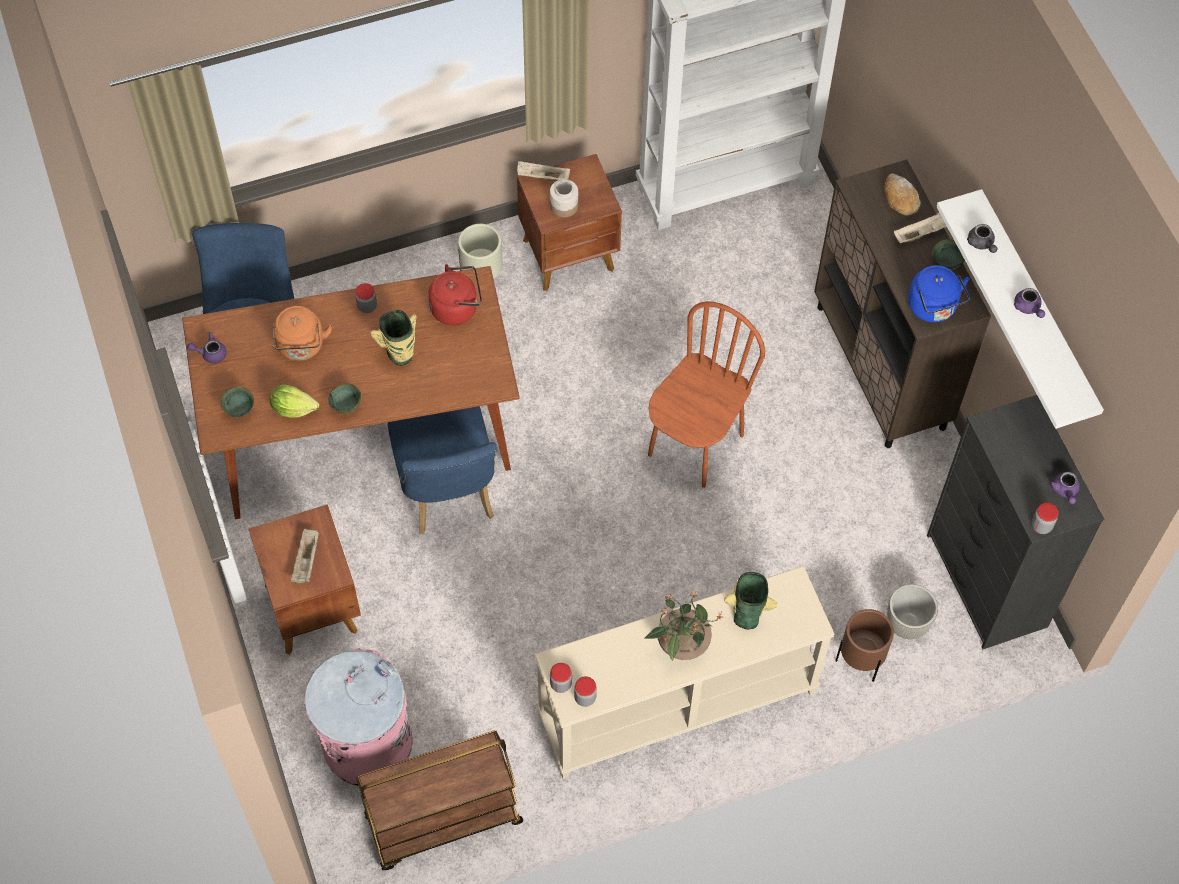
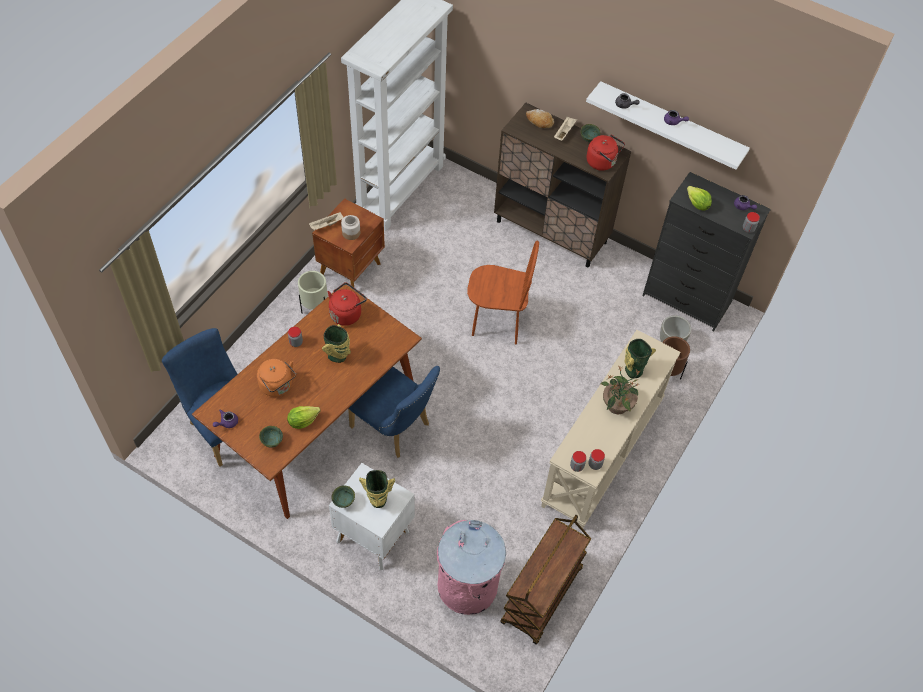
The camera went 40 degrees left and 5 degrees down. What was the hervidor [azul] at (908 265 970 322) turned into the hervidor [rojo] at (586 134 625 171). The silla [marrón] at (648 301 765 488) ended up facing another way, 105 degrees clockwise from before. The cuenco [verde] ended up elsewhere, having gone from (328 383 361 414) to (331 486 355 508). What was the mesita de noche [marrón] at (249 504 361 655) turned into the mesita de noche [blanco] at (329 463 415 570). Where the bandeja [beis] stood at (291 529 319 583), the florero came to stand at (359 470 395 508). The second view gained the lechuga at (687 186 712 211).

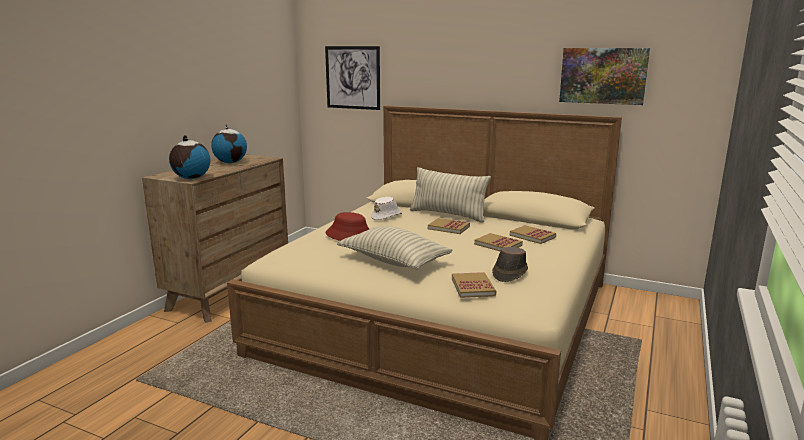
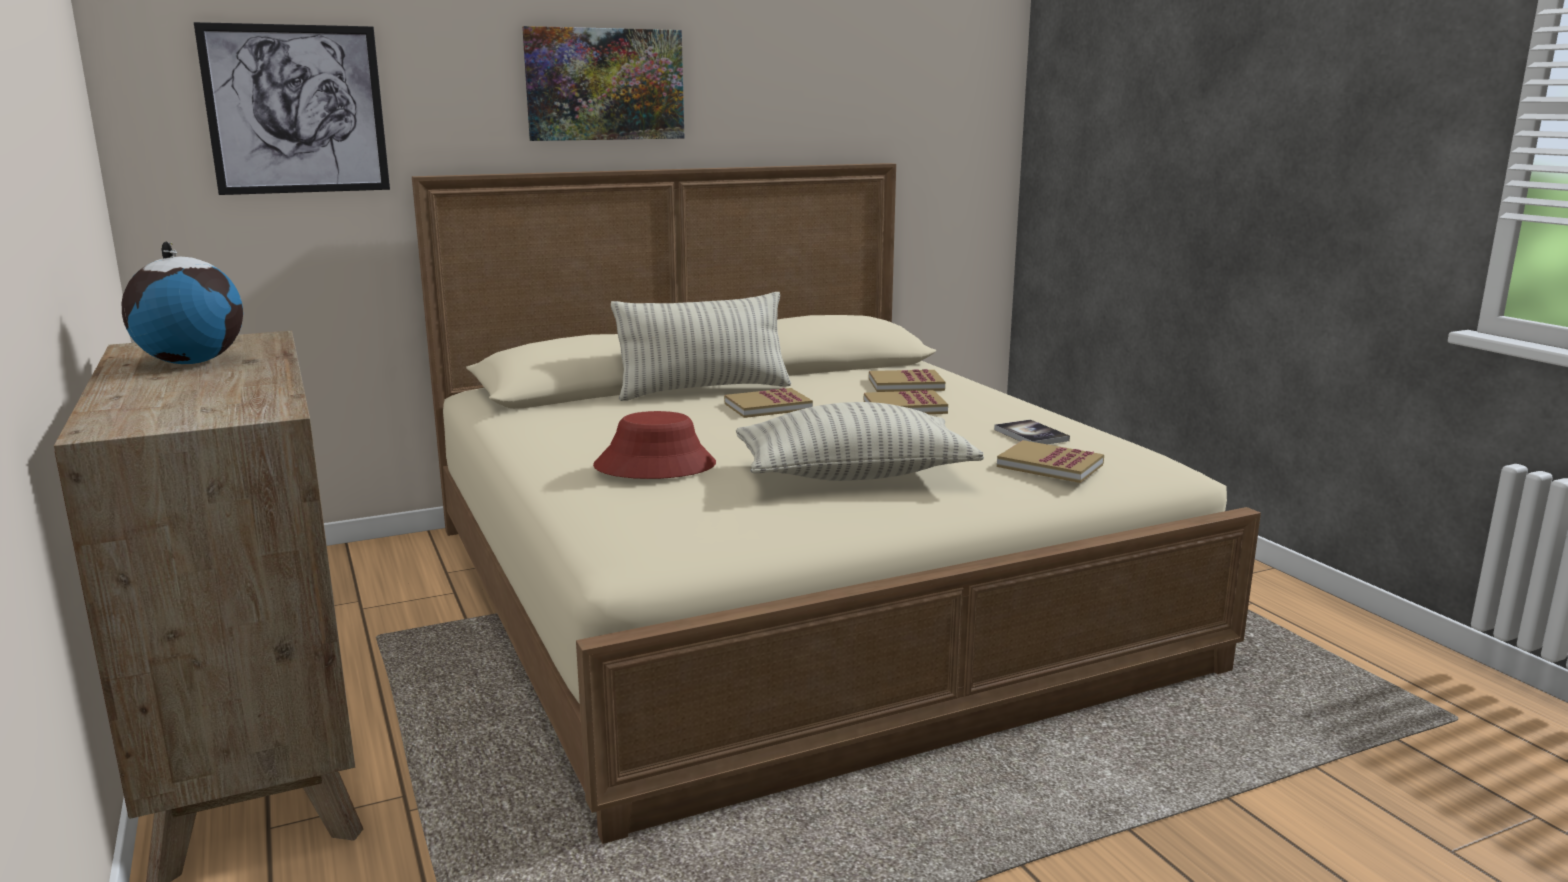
The camera went 50 degrees left and 0 degrees up. The cuadro ended up elsewhere, having gone from (559 48 650 105) to (522 26 684 141). The second view lost the globo terráqueo at (169 135 211 179). The second view lost the sombrero [blanco] at (371 197 402 220). Where the sombrero [marrón] stood at (492 247 528 282), the libro came to stand at (994 420 1070 444).

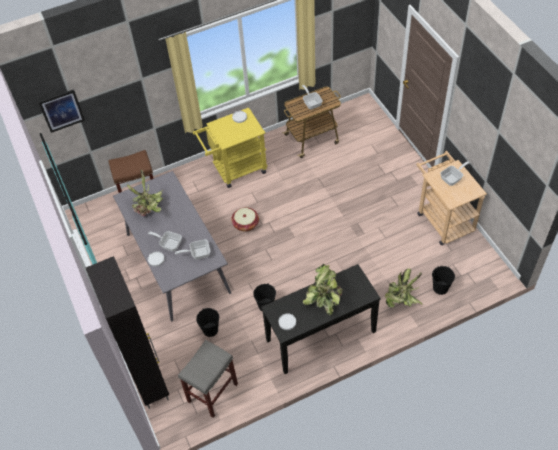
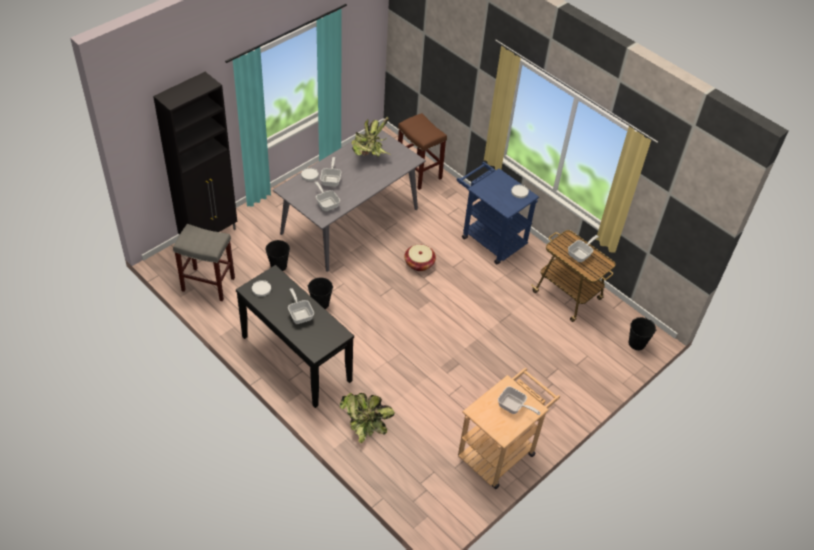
The camera went 65 degrees right and 5 degrees down. The second view lost the cuadro at (38 89 85 133). What was the carrito [amarillo] at (193 108 268 188) turned into the carrito [azul] at (457 162 539 264). Where the planta en maceta stood at (303 263 343 315), the sartén came to stand at (288 288 314 324). The cubo [negro] ended up elsewhere, having gone from (432 266 455 295) to (628 317 656 350).

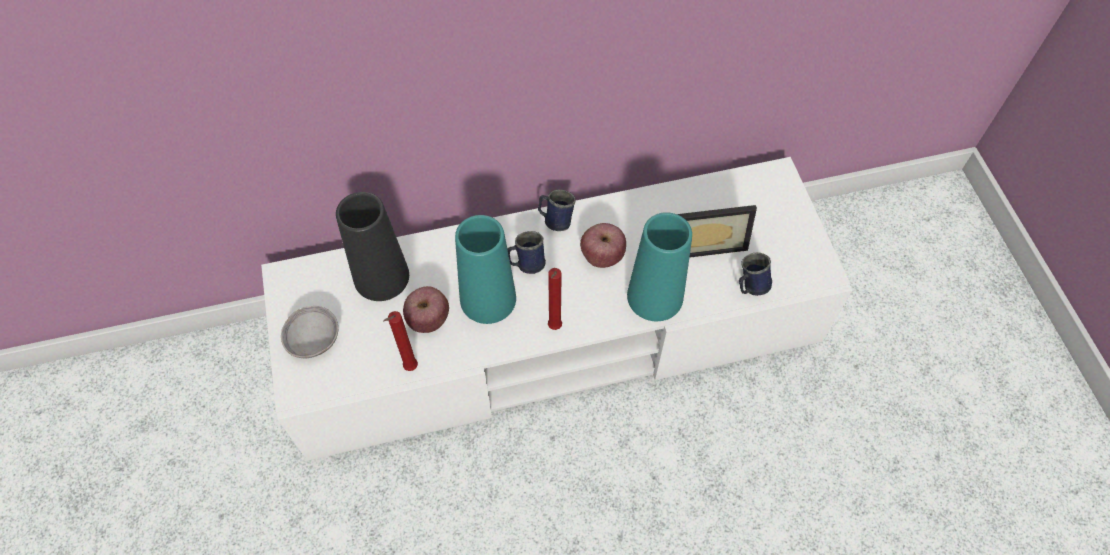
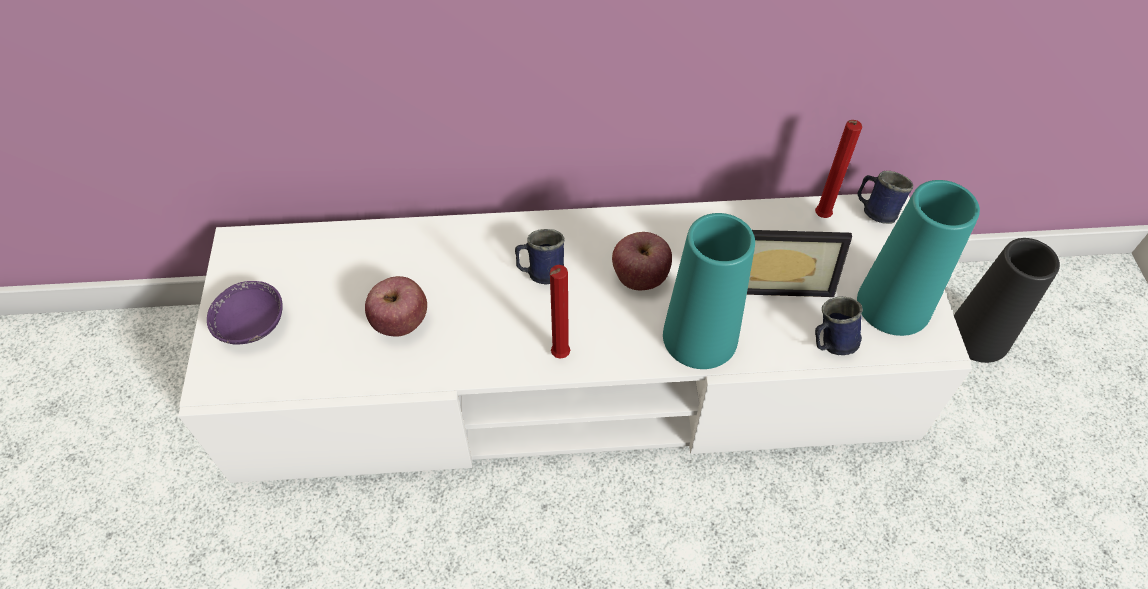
The camera went 10 degrees right and 5 degrees down. The taza grande [azul] ended up elsewhere, having gone from (538 189 576 231) to (857 171 913 224). The florero [negro] ended up elsewhere, having gone from (336 192 409 301) to (954 238 1060 363). The florero [turquesa] ended up elsewhere, having gone from (455 215 516 324) to (857 180 980 336). What was the cuenco [gris] at (281 306 338 358) turned into the cuenco [morado] at (207 281 283 344). The vela [rojo] ended up elsewhere, having gone from (383 311 418 371) to (815 120 862 218).

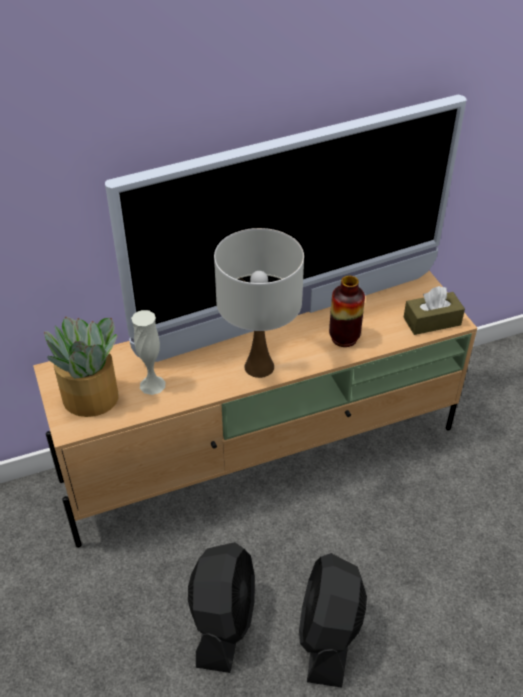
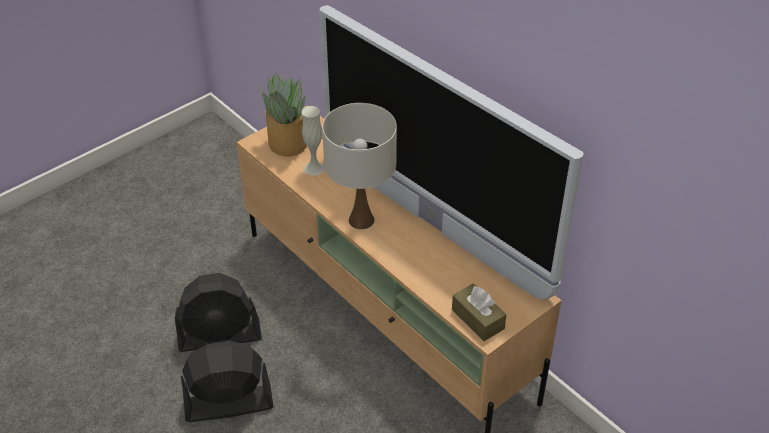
The camera went 70 degrees right and 0 degrees up. The second view lost the florero at (329 276 365 347).

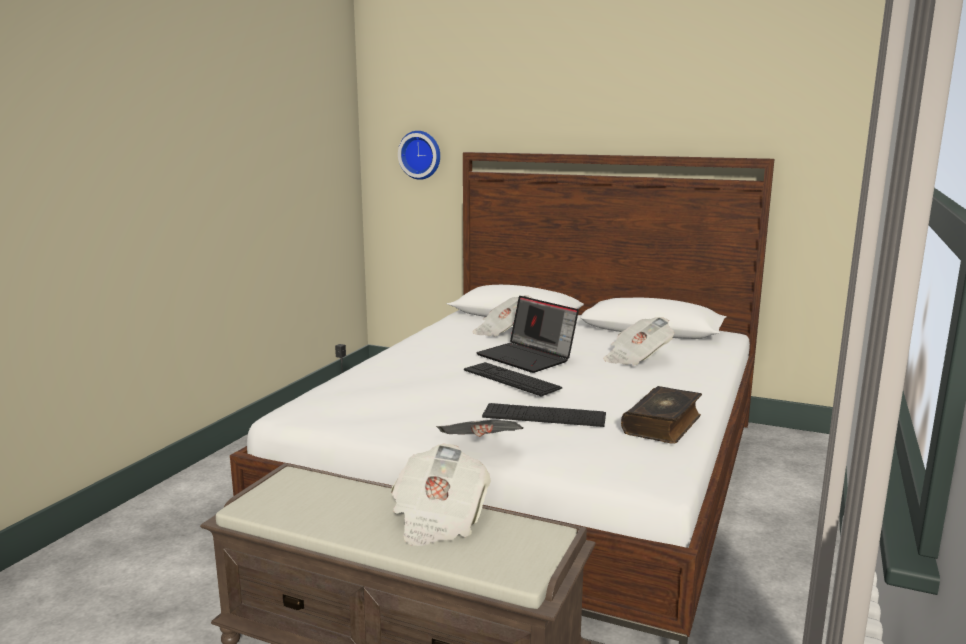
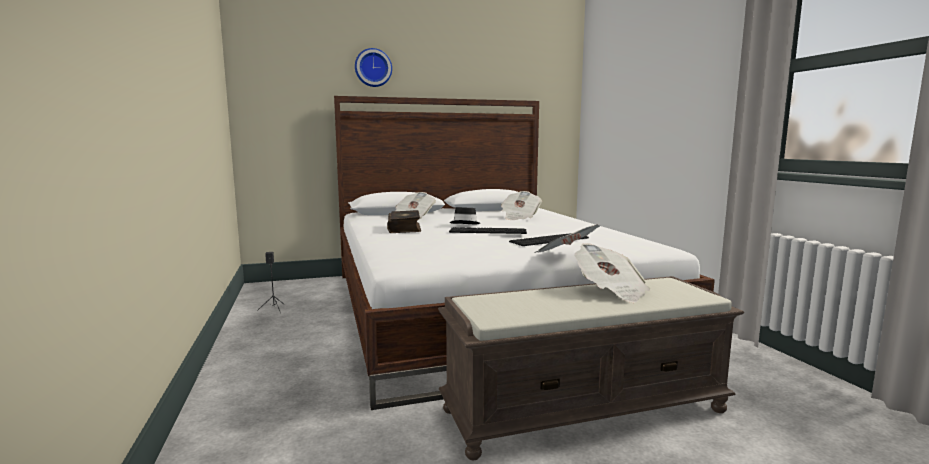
The camera went 40 degrees left and 5 degrees down. The reloj de pared ended up elsewhere, having gone from (398 131 440 180) to (355 48 392 87). Where the portátil stood at (476 296 579 373), the sombrero [negro] came to stand at (450 207 480 224). The libro ended up elsewhere, having gone from (621 386 702 444) to (387 210 421 233).

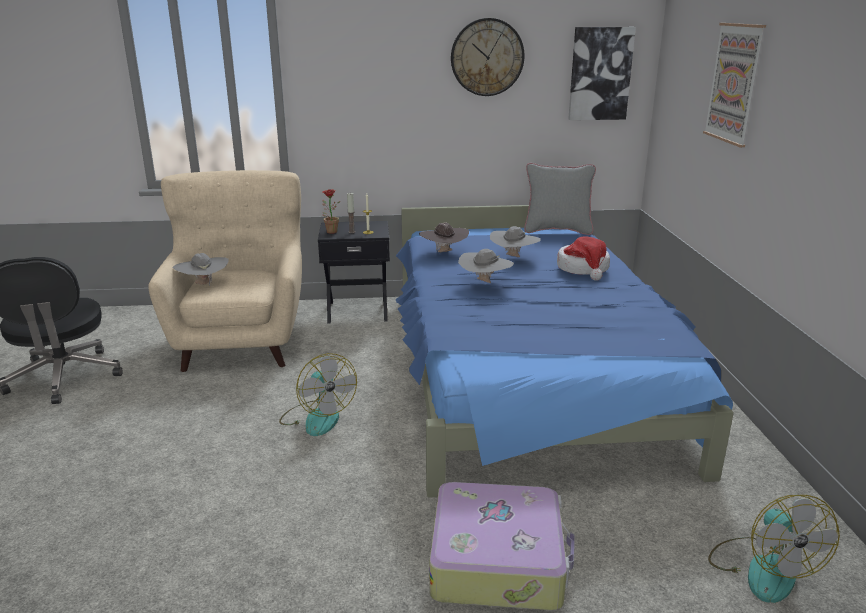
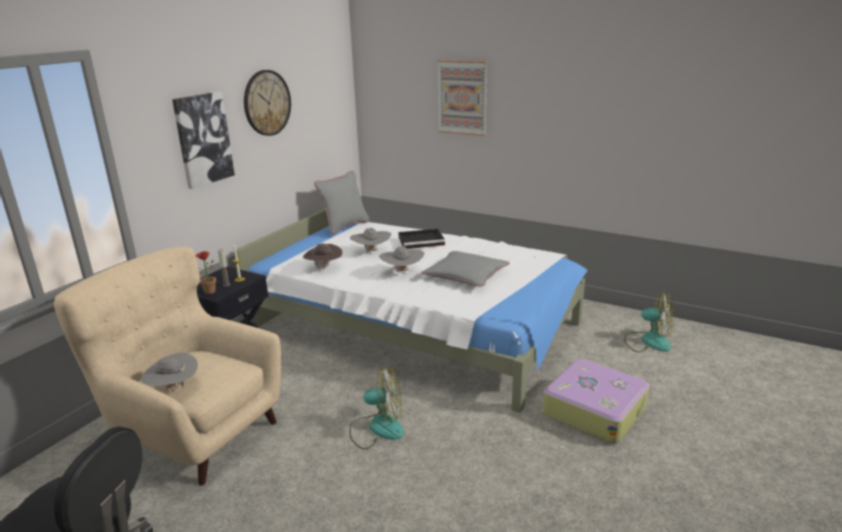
The camera went 55 degrees left and 0 degrees up. The cuadro ended up elsewhere, having gone from (568 27 636 120) to (172 92 235 189). What was the cama [azul] at (396 205 734 498) turned into the cama [blanco] at (236 209 588 413). Where the sombrero stood at (557 236 610 281), the bandeja [negro] came to stand at (399 229 445 249). The second view gained the cojín [gris] at (422 251 510 287).

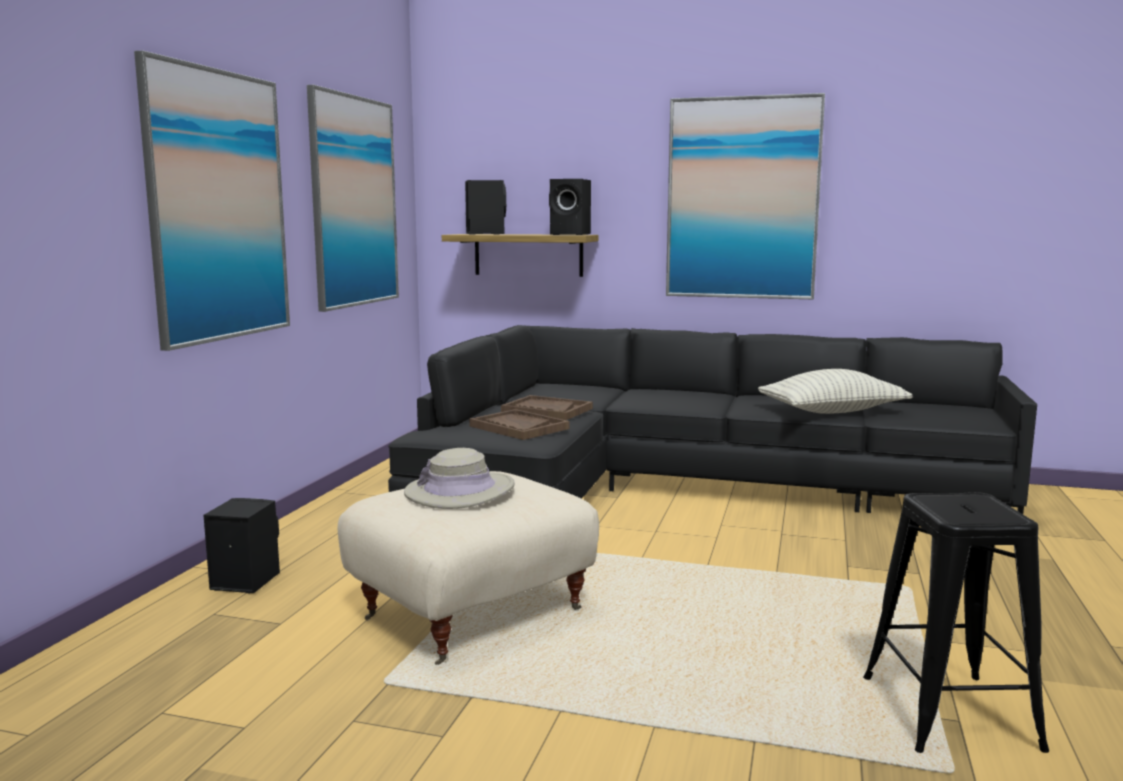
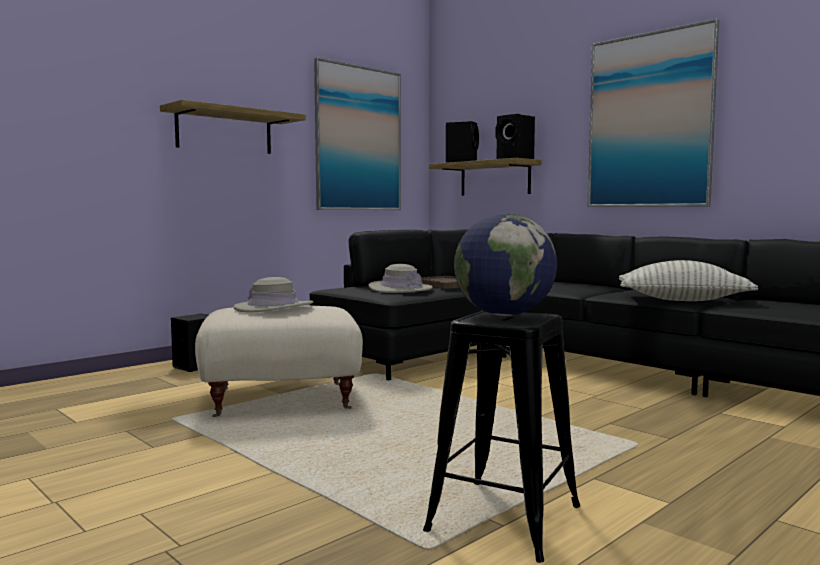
The camera went 30 degrees right and 5 degrees down. Where the cuadro hung at (134 50 290 351), the estante came to hang at (160 100 306 154). Where the bandeja [marrón] stood at (469 409 570 440), the sombrero [beis] came to stand at (368 264 432 293). The second view gained the globo terráqueo at (454 213 557 316).

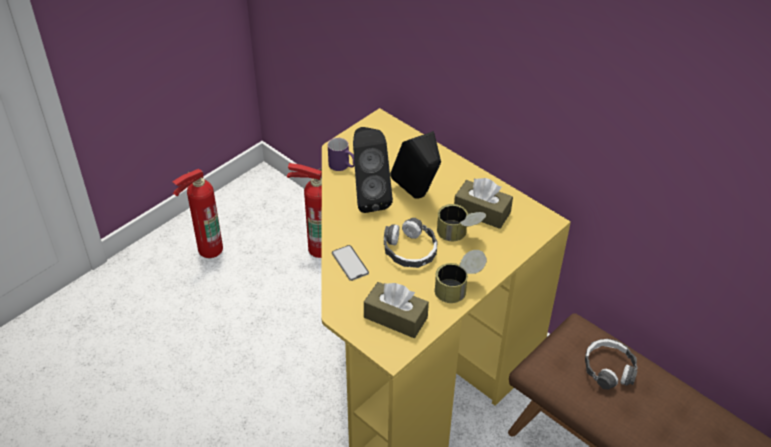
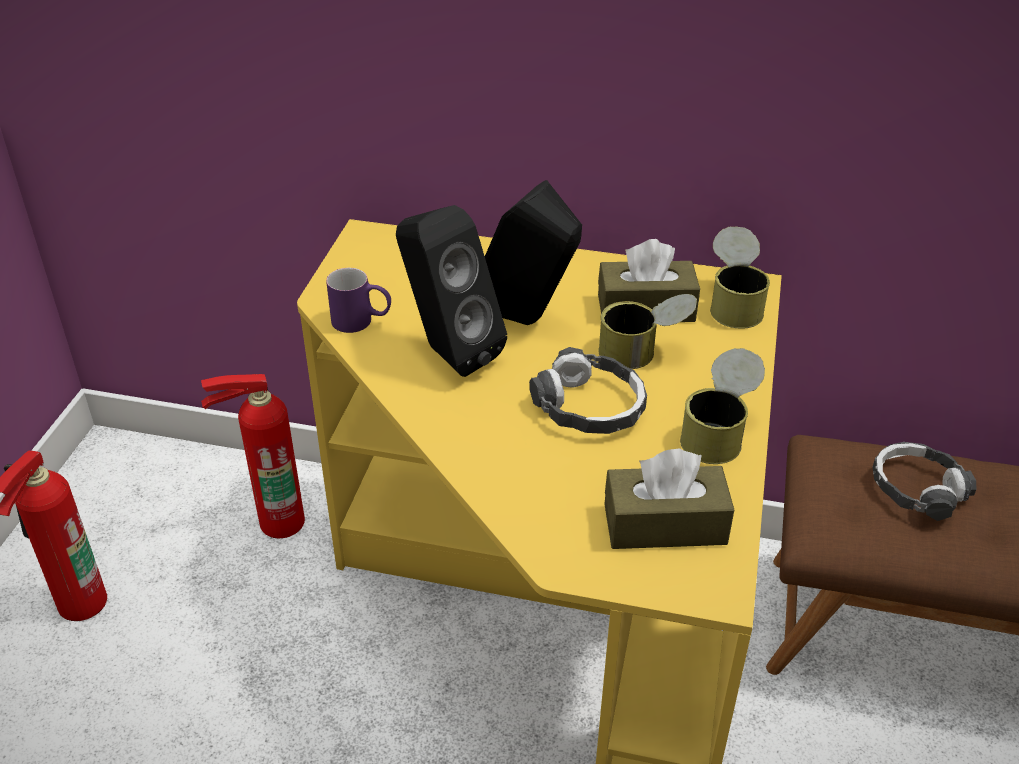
The camera went 30 degrees left and 5 degrees down. The second view lost the móvil at (332 245 369 281). The second view gained the lata at (710 226 770 329).

